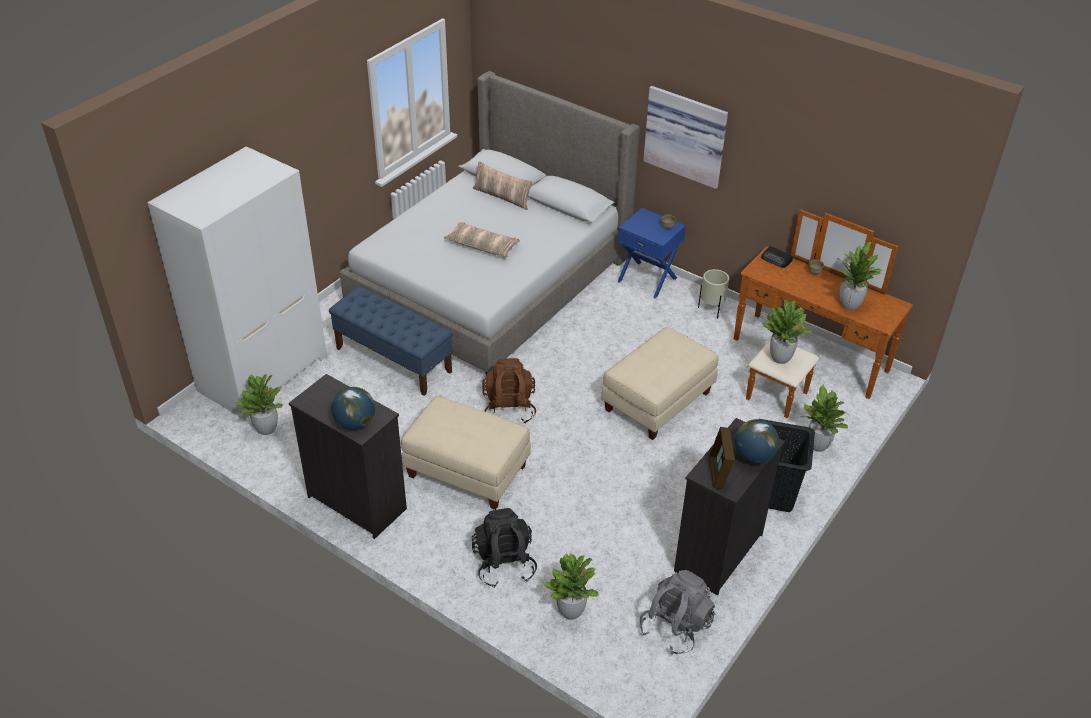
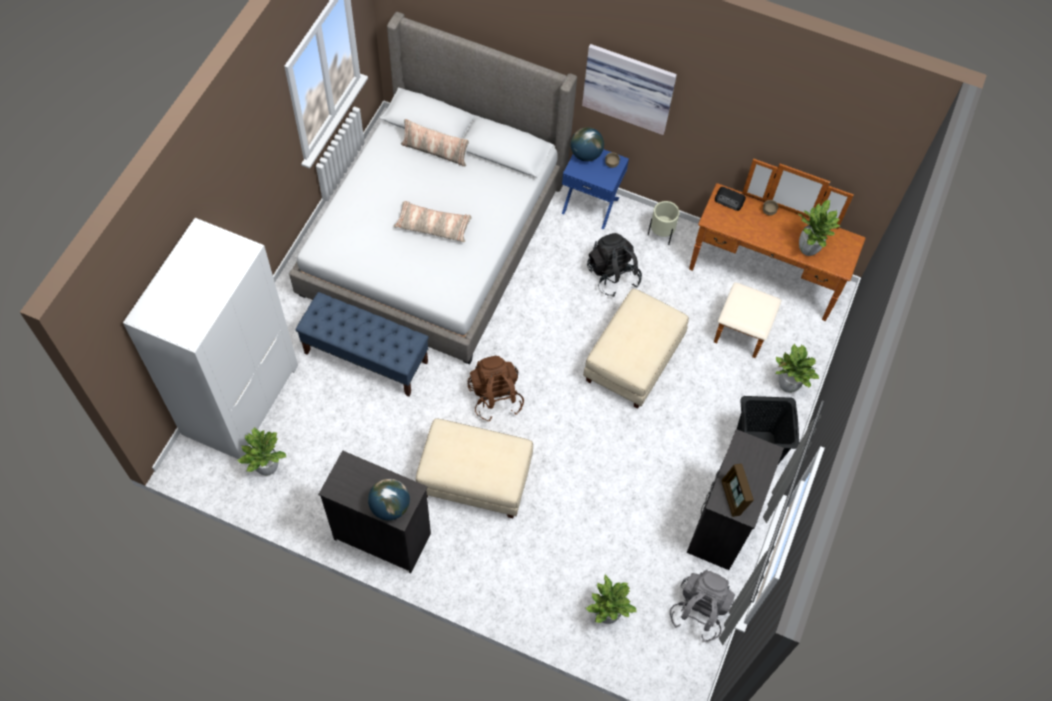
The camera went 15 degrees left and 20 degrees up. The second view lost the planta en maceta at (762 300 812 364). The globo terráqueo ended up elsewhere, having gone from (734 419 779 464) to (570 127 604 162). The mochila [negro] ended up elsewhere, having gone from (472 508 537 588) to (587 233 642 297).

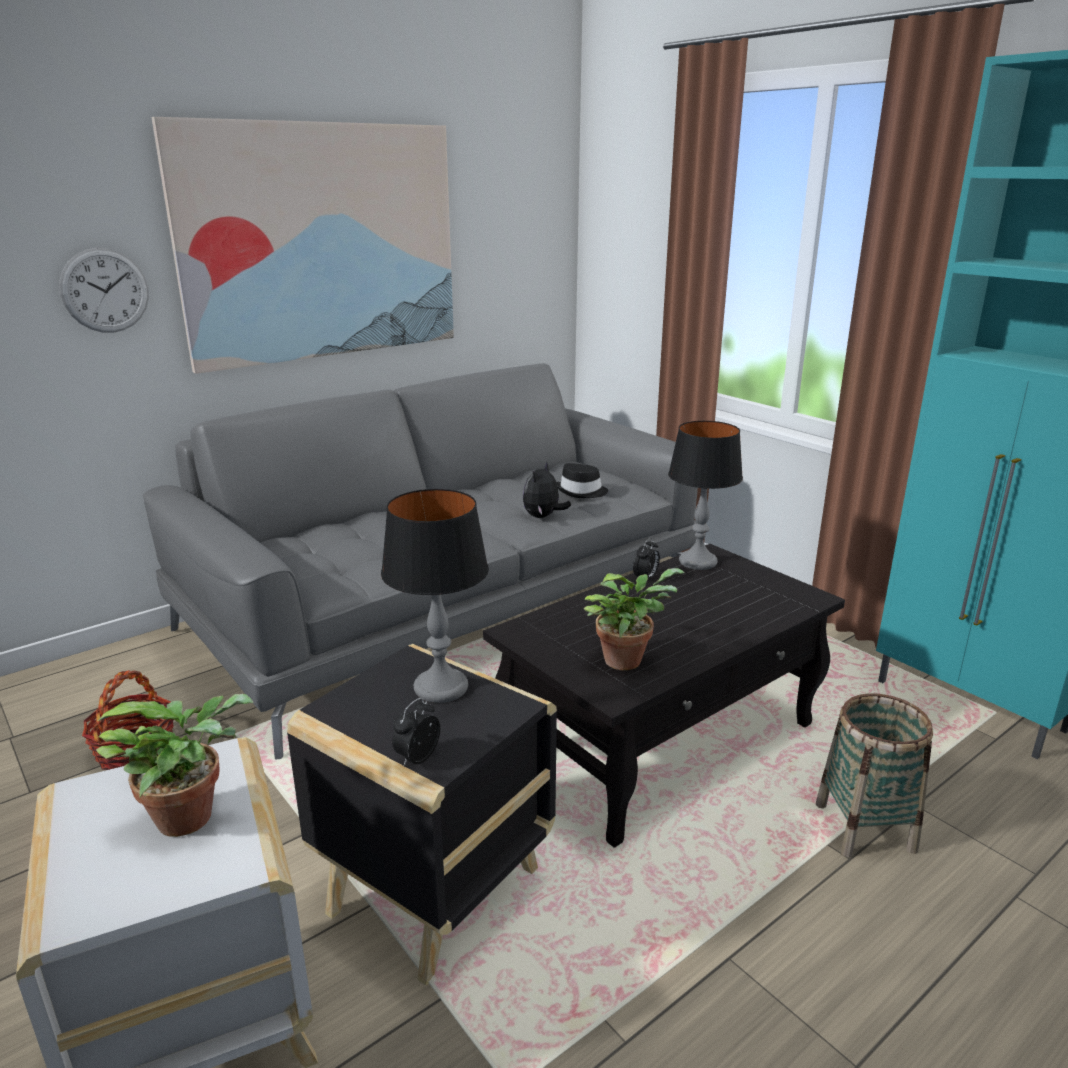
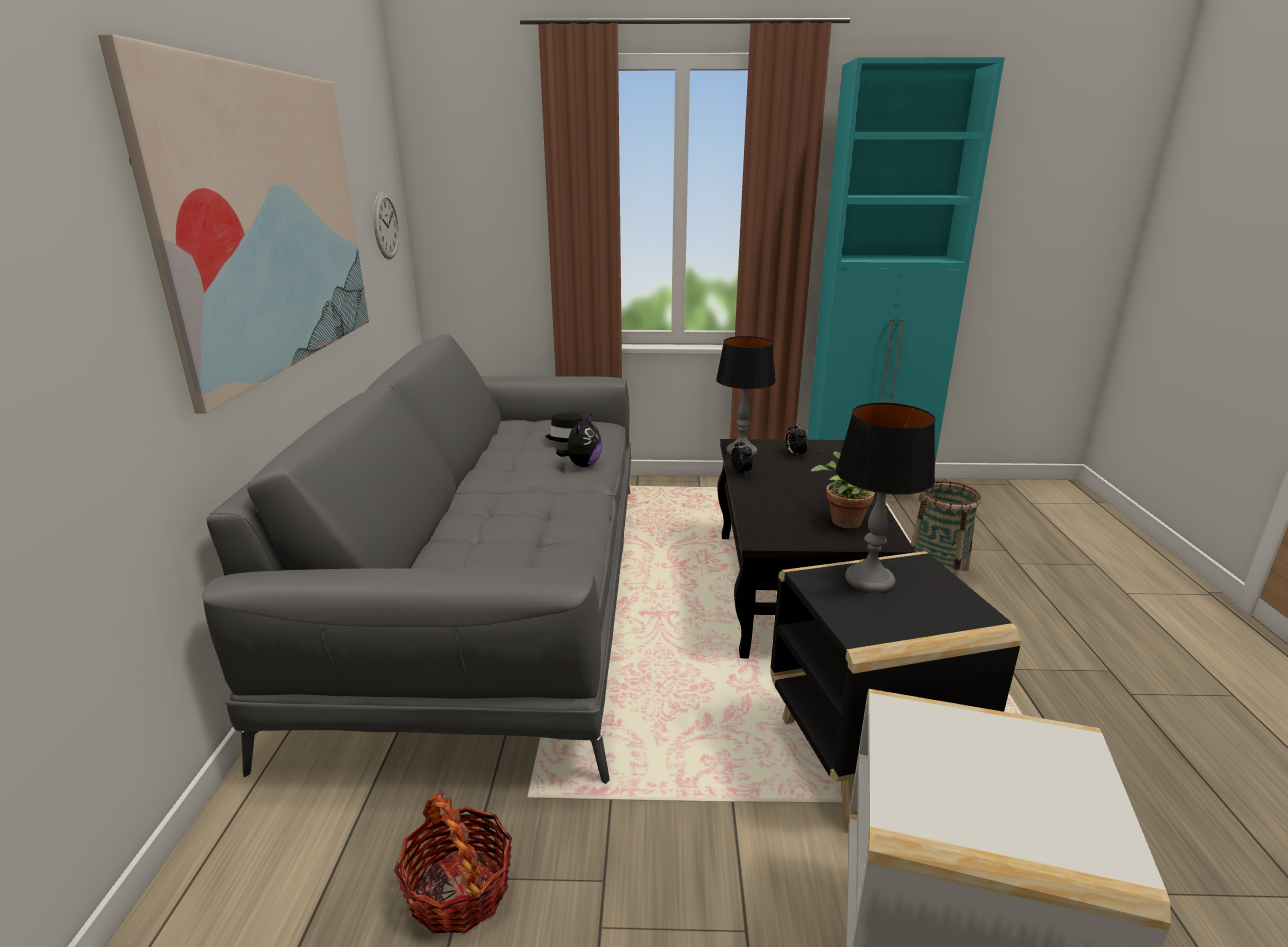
The camera went 50 degrees left and 0 degrees up. The reloj de pared ended up elsewhere, having gone from (59 248 149 333) to (373 192 399 259). The peluche at (523 462 571 518) ended up facing another way, 135 degrees counterclockwise from before. The second view lost the planta en maceta at (96 694 254 837). The despertador ended up elsewhere, having gone from (392 698 440 766) to (786 422 808 458).

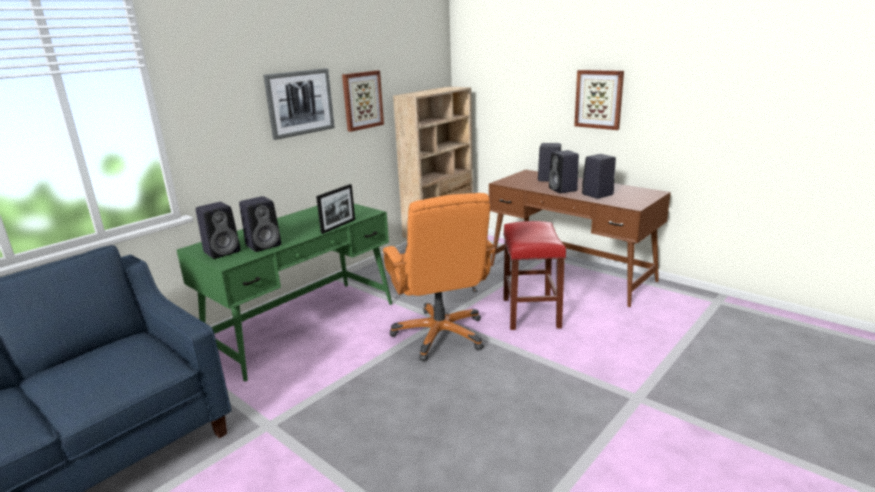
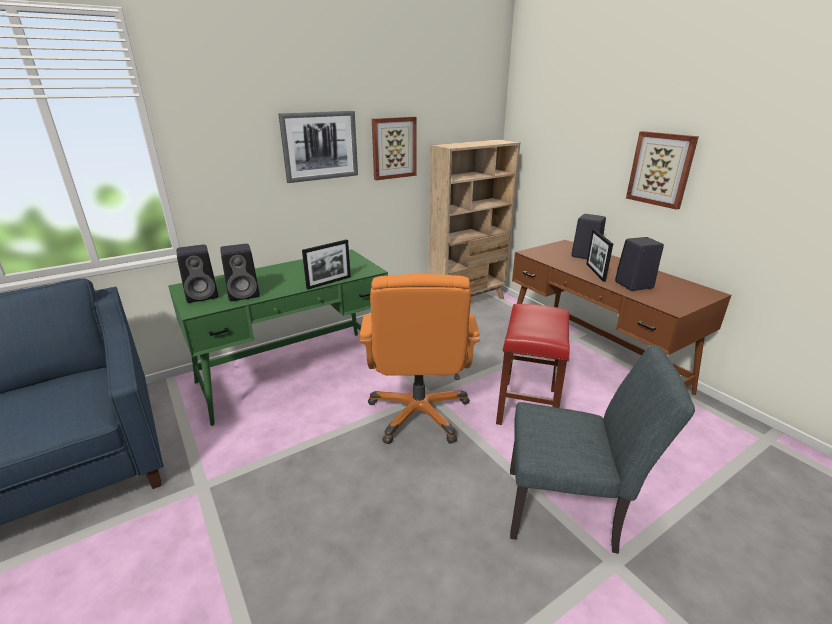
The camera went 15 degrees right and 5 degrees up. Where the altavoz [negro] stood at (549 150 579 193), the portarretratos came to stand at (586 229 613 282). The second view gained the silla [gris] at (510 345 695 554).

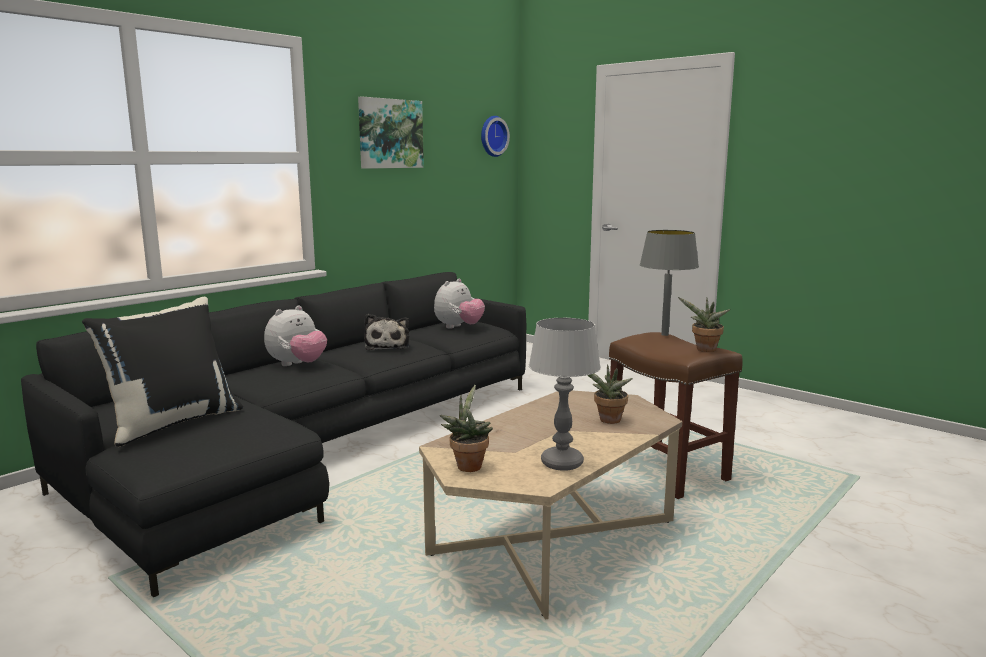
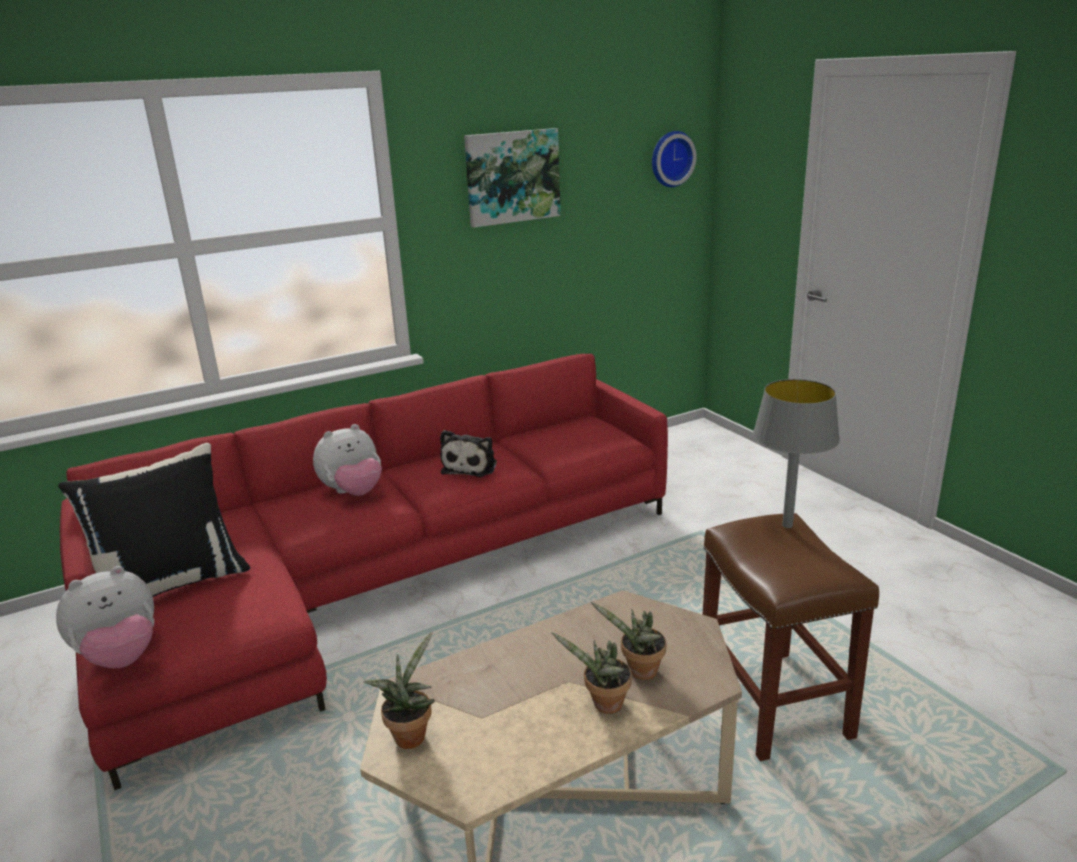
The camera went 20 degrees right and 10 degrees up. What was the sofá [negro] at (21 272 526 597) turned into the sofá [rojo] at (60 354 668 790). The peluche ended up elsewhere, having gone from (434 278 485 329) to (56 566 154 668). The planta en maceta ended up elsewhere, having gone from (678 297 730 352) to (551 632 632 714). The second view lost the lámpara de mesa at (529 318 601 471).

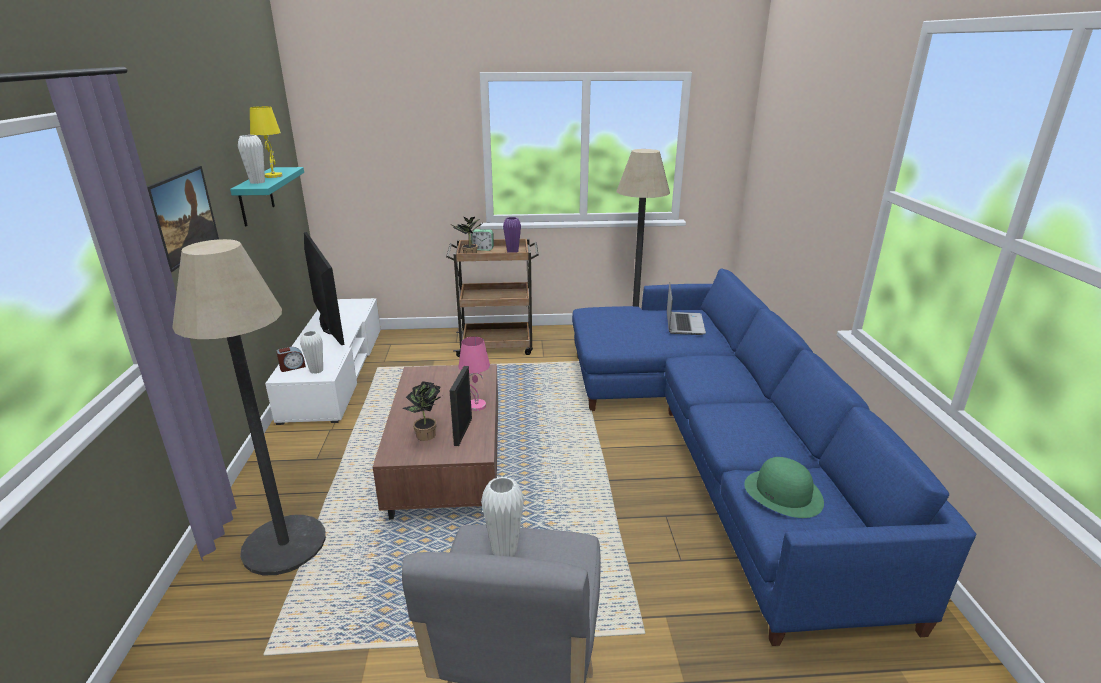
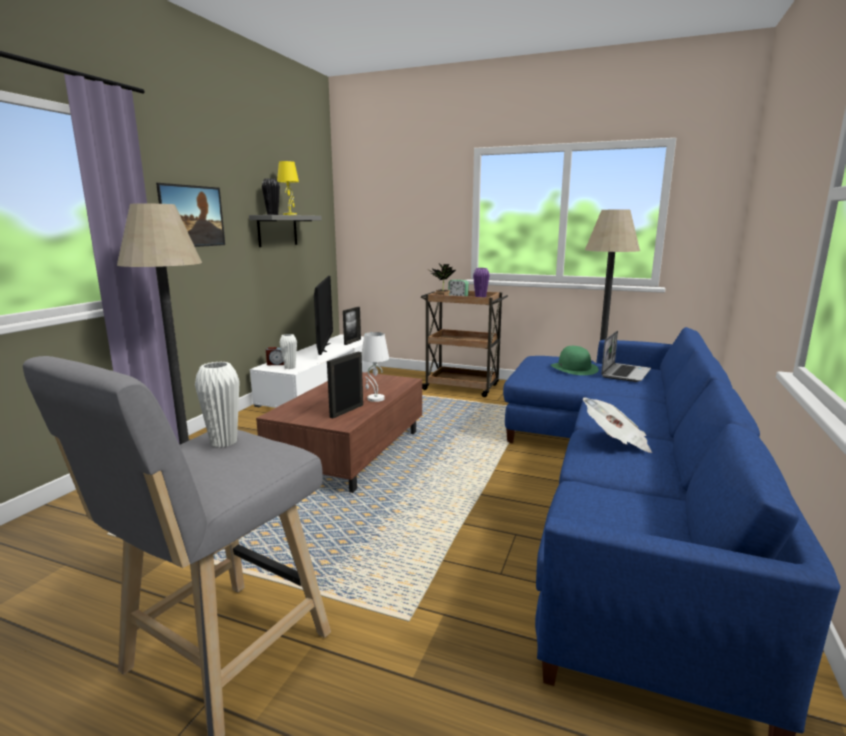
The camera went 25 degrees right and 10 degrees down. What was the florero [blanco] at (238 135 265 184) turned into the florero [negro] at (262 178 280 215). What was the estante [turquesa] at (230 167 304 227) turned into the estante [gris] at (249 215 322 247). What was the lámpara de mesa [rosa] at (459 337 490 411) turned into the lámpara de mesa [blanco] at (362 332 389 402). The second view lost the planta en maceta at (403 381 441 441). The sombrero [verde] ended up elsewhere, having gone from (744 457 824 518) to (551 346 599 375). The second view gained the portarretratos at (343 307 361 345). The second view gained the periódico at (583 397 652 453).

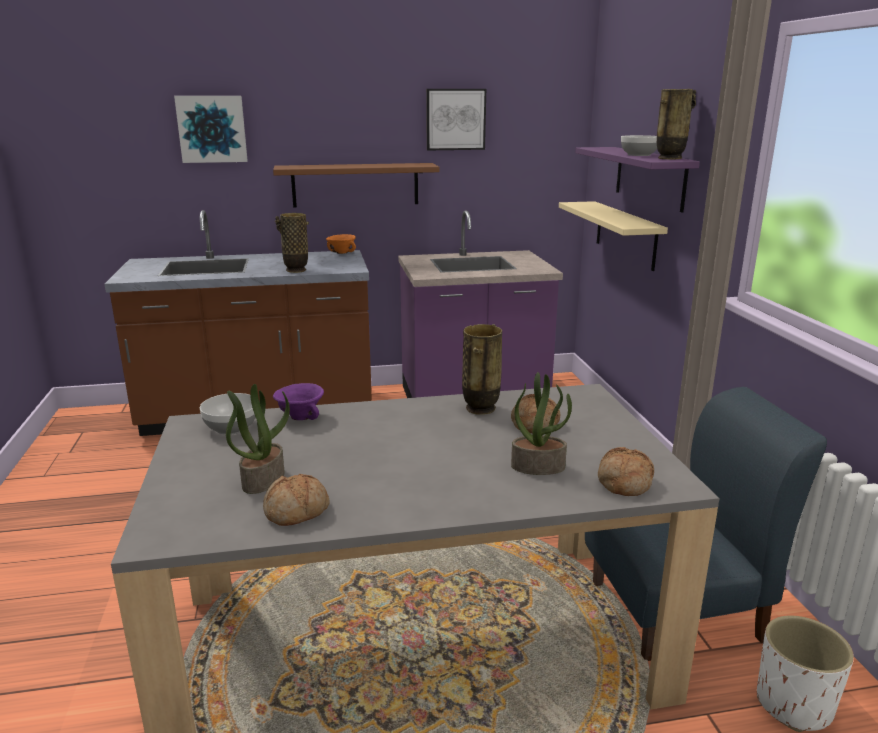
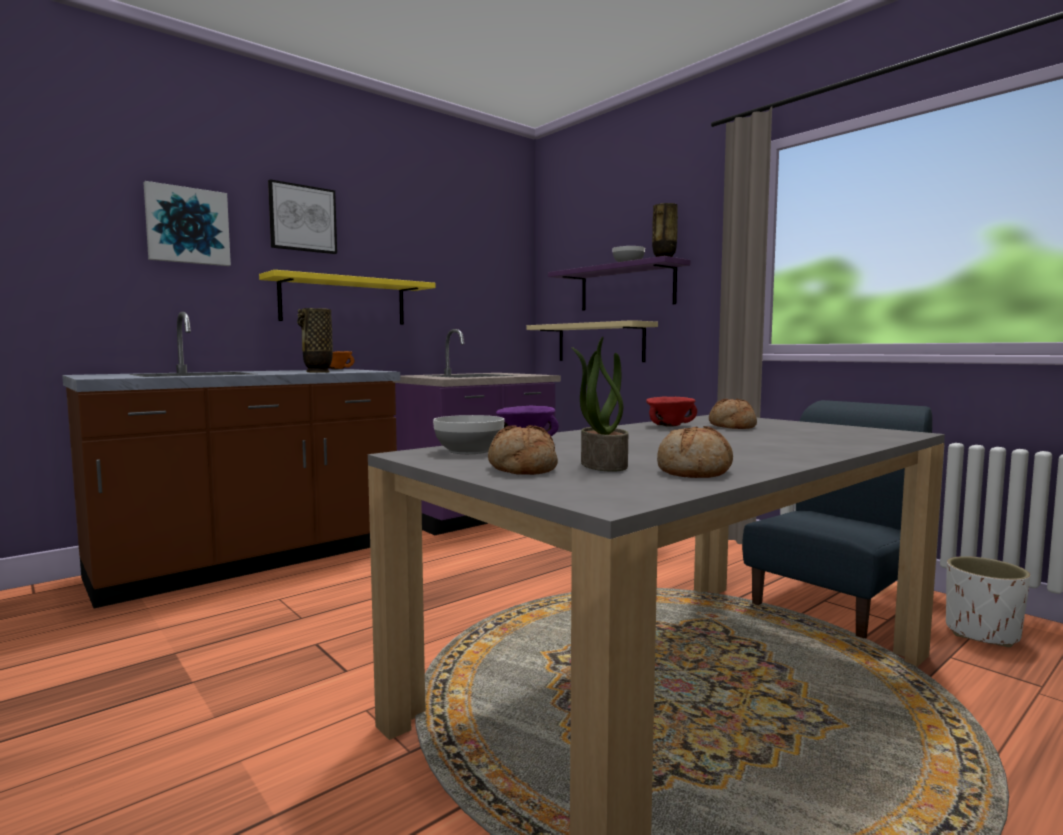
The camera went 30 degrees left and 15 degrees down. The cuadro ended up elsewhere, having gone from (426 89 486 150) to (268 179 337 254). What was the estante [marrón] at (273 163 439 208) turned into the estante [amarillo] at (259 270 435 325). Where the florero stood at (462 324 502 415), the cuenco [rojo] came to stand at (646 397 697 427). The second view lost the planta en maceta at (511 372 572 475). The pan ended up elsewhere, having gone from (598 447 654 496) to (488 425 558 475).

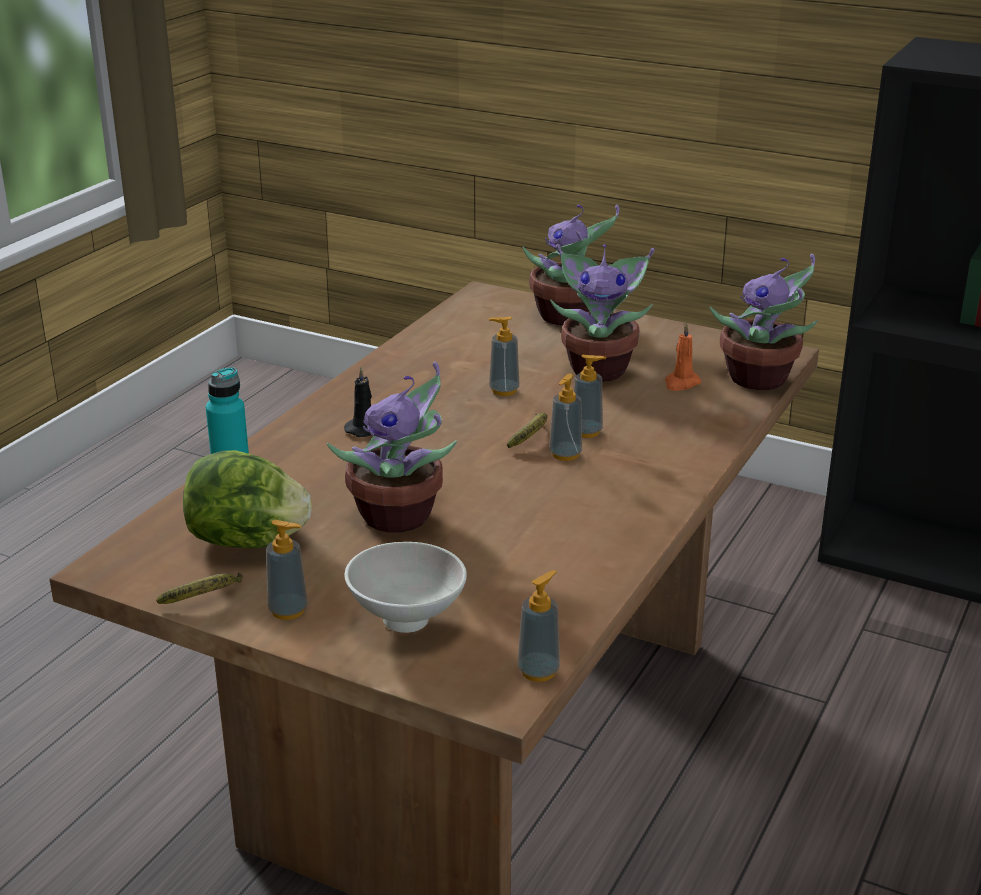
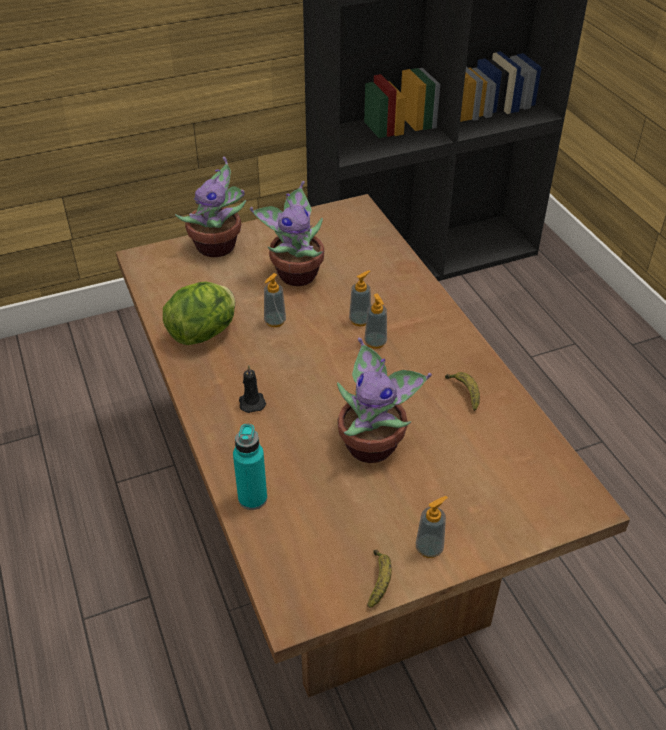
The camera went 50 degrees left and 15 degrees up. The second view lost the planta en maceta at (710 254 818 390). The second view lost the vela [naranja] at (665 323 701 391). The plátano ended up elsewhere, having gone from (507 413 548 448) to (445 372 480 411). The lechuga ended up elsewhere, having gone from (183 450 312 548) to (163 282 235 345). The second view lost the cuenco [blanco] at (344 542 467 633). The second view lost the dispensador de jabón at (517 570 560 682).

